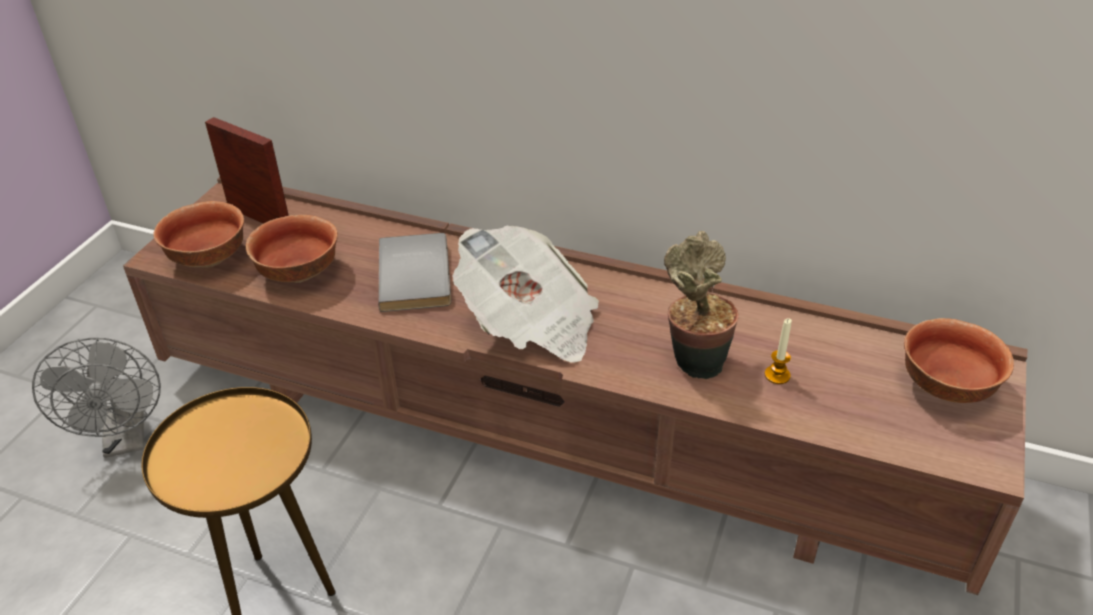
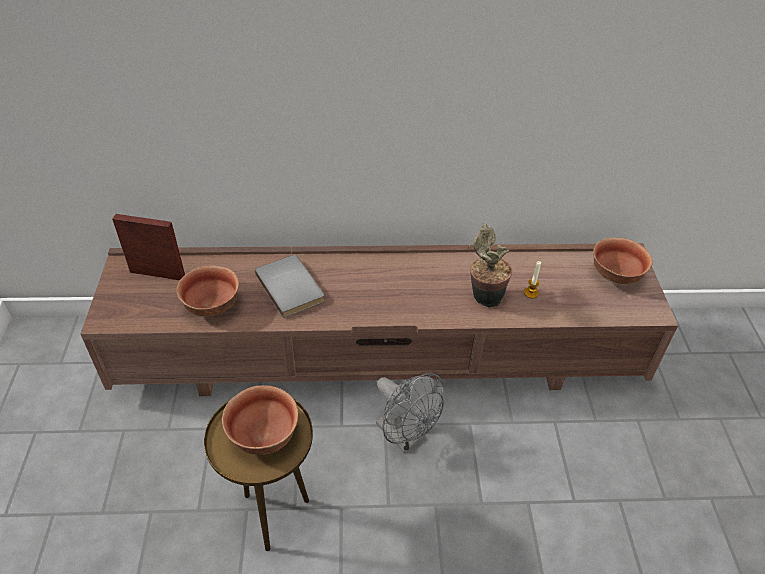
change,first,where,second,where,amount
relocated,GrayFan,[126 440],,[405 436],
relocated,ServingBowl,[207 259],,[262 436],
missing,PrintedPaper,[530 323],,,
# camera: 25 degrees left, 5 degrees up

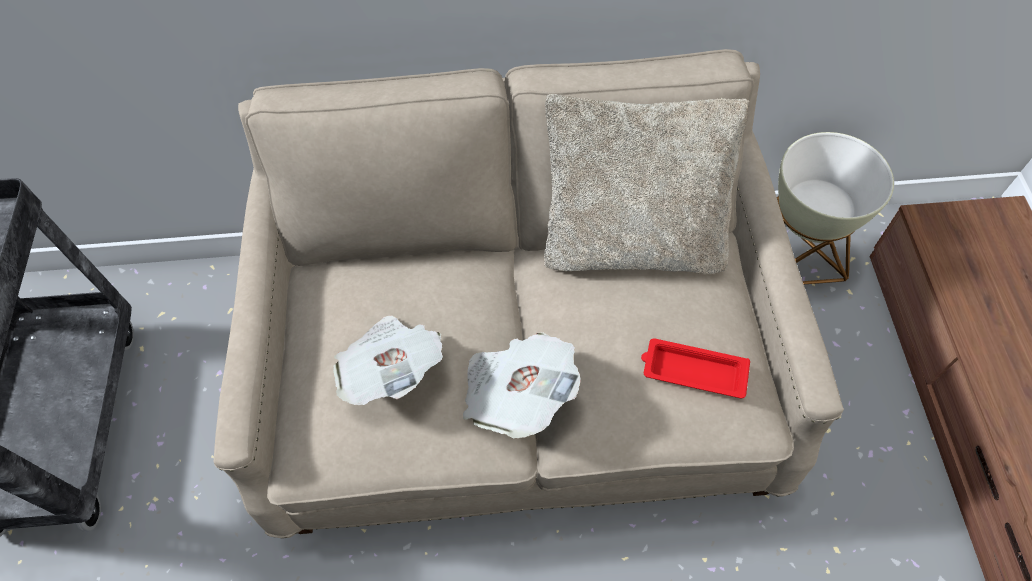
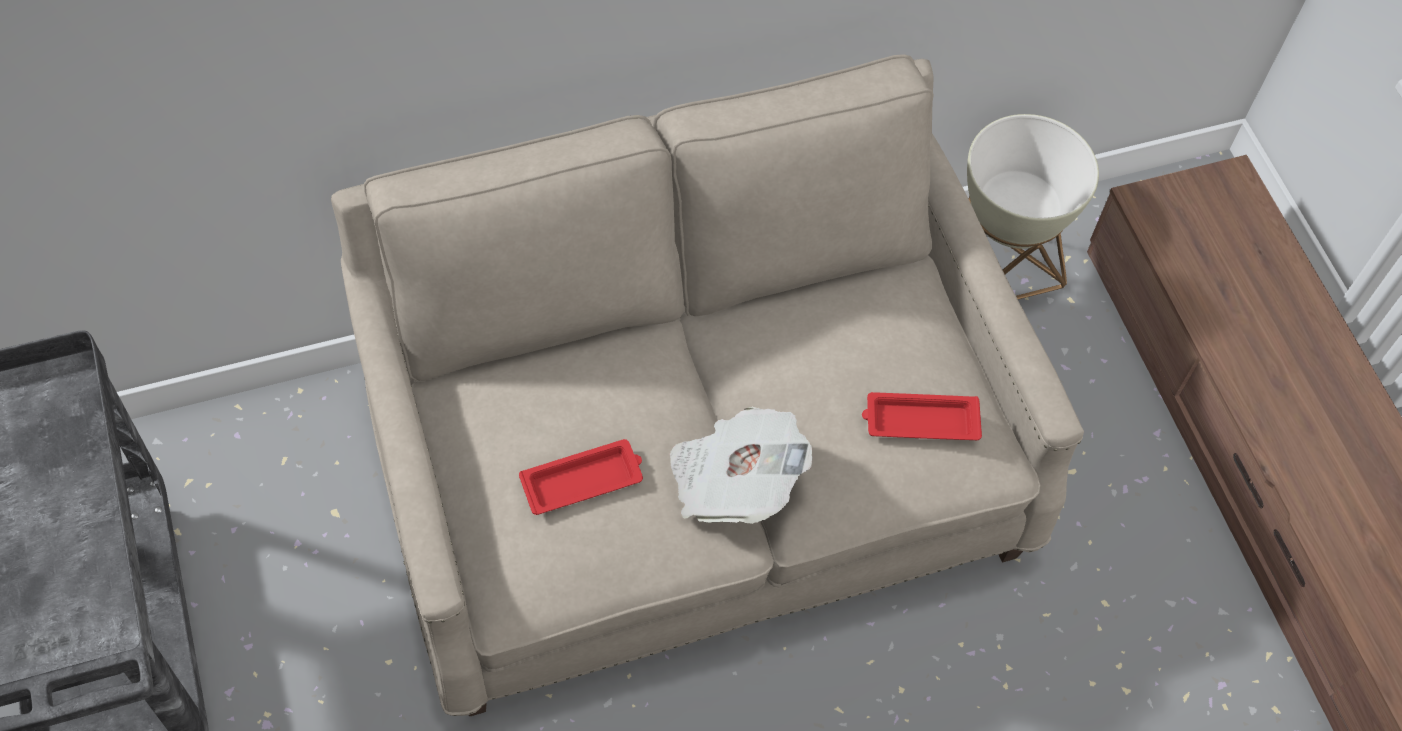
change,first,where,second,where,amount
exchanged,PrintedPaper,[391 369],RedColouredCarryingTray,[584 480],
missing,SandColouredThrowPillow,[633 238],,,
# camera: 20 degrees left, 0 degrees up

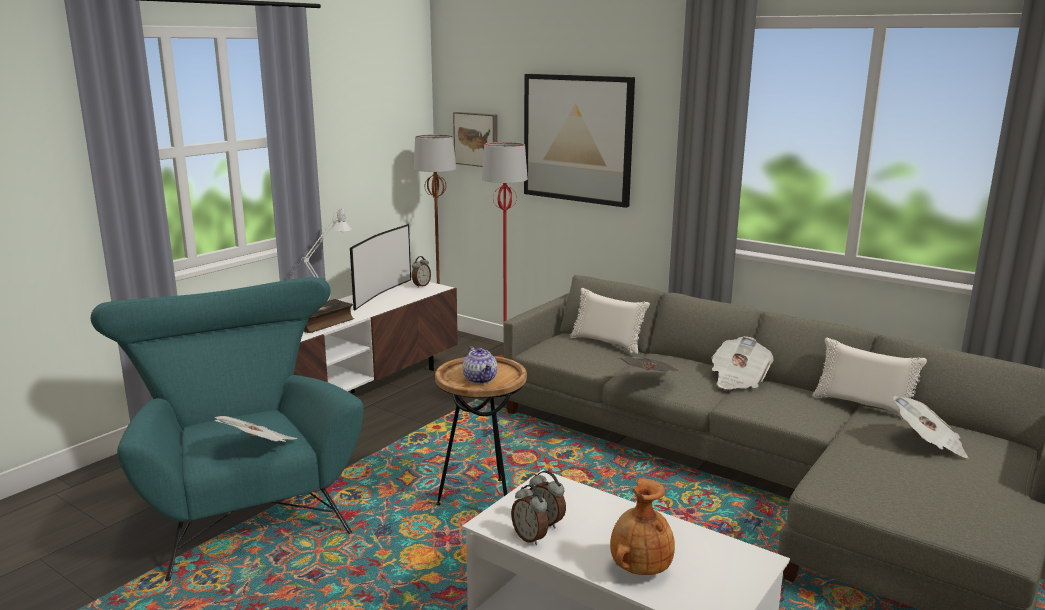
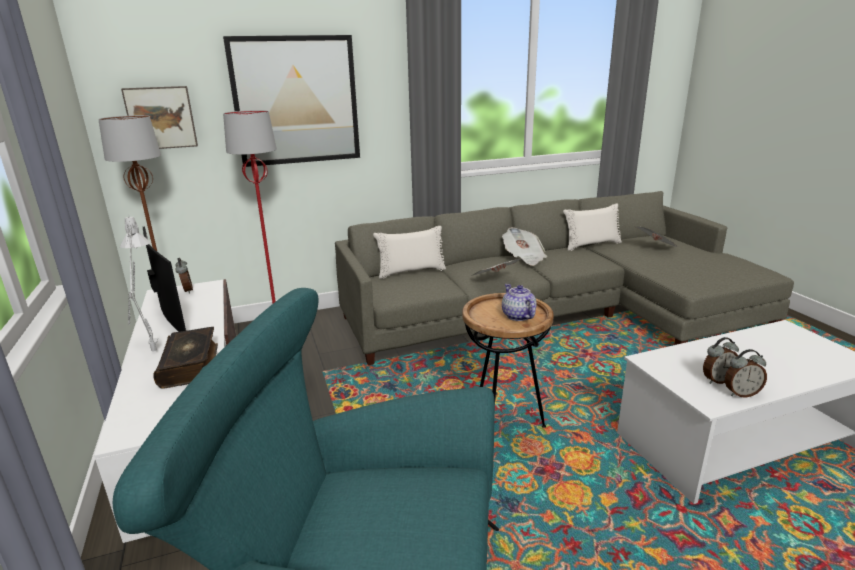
change,first,where,second,where,amount
missing,PrintedPaper,[258 447],,,
spun,Teapot,[480 379],,[517 316],120 degrees counterclockwise
missing,BrownDecorativeVase,[639 568],,,
# camera: 55 degrees left, 5 degrees up

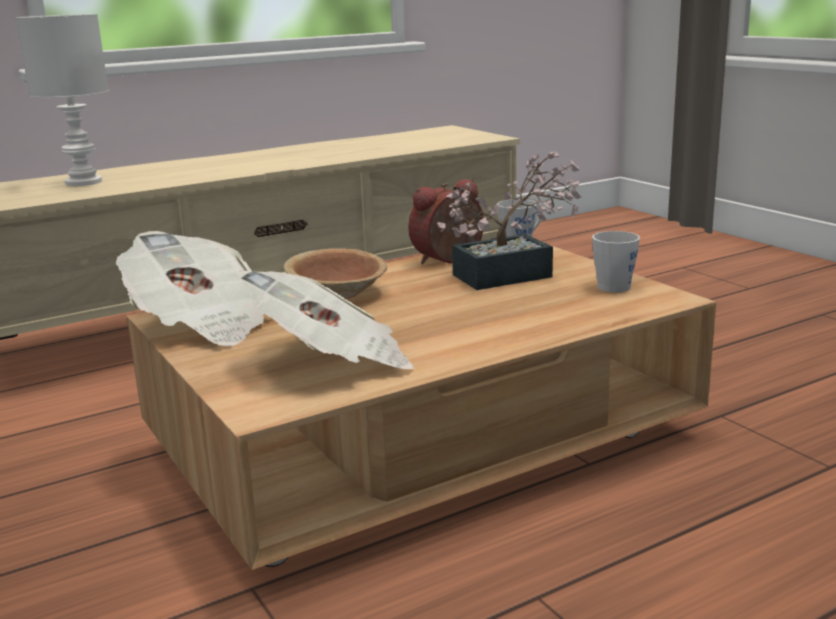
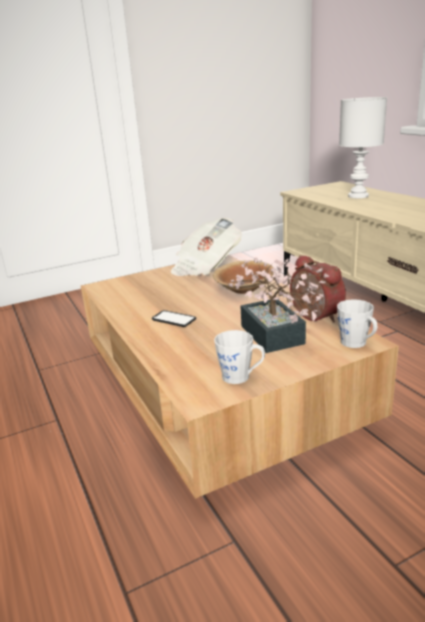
change,first,where,second,where,amount
missing,PrintedPaper,[333 361],,,
appeared,,,Telephone,[173 319],
# camera: 95 degrees right, 5 degrees up

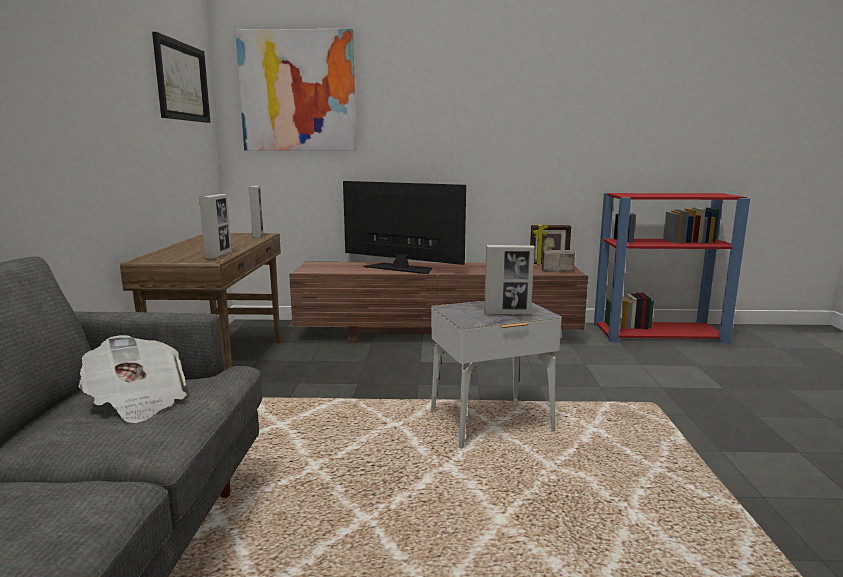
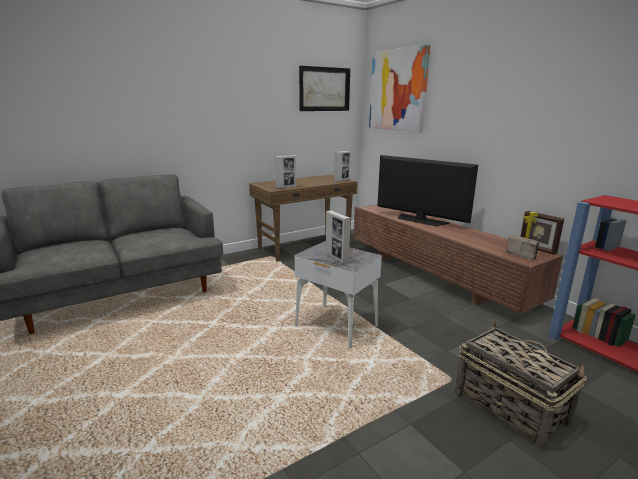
change,first,where,second,where,amount
missing,PrintedPaper,[137 401],,,
spun,Tv,[400 268],,[420 220],135 degrees clockwise
appeared,,,StorageBasket,[508 407],
# camera: 55 degrees right, 5 degrees up

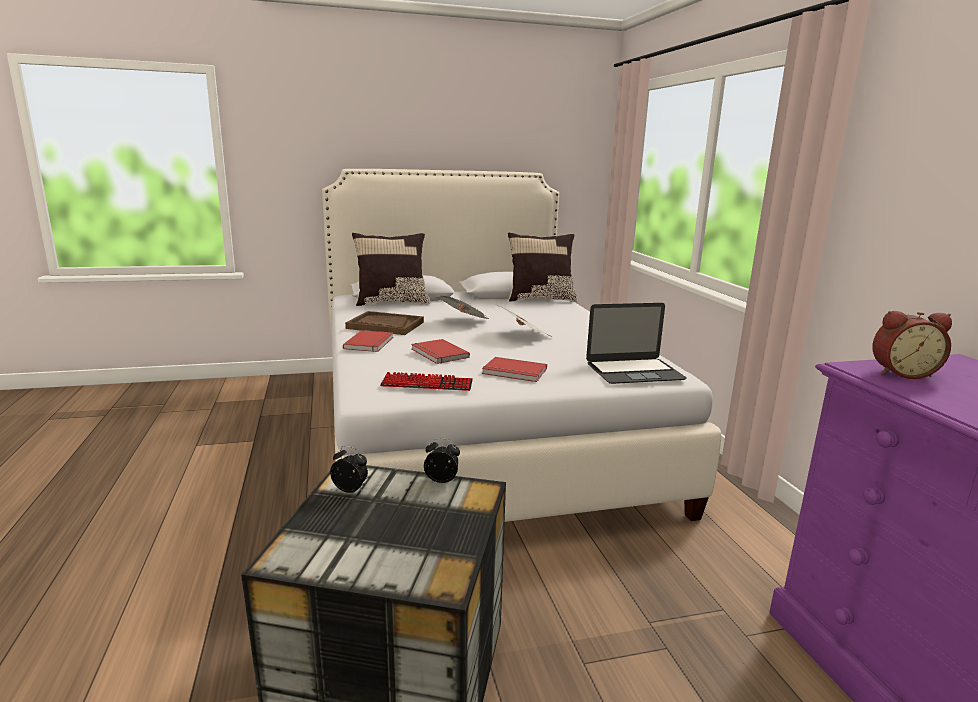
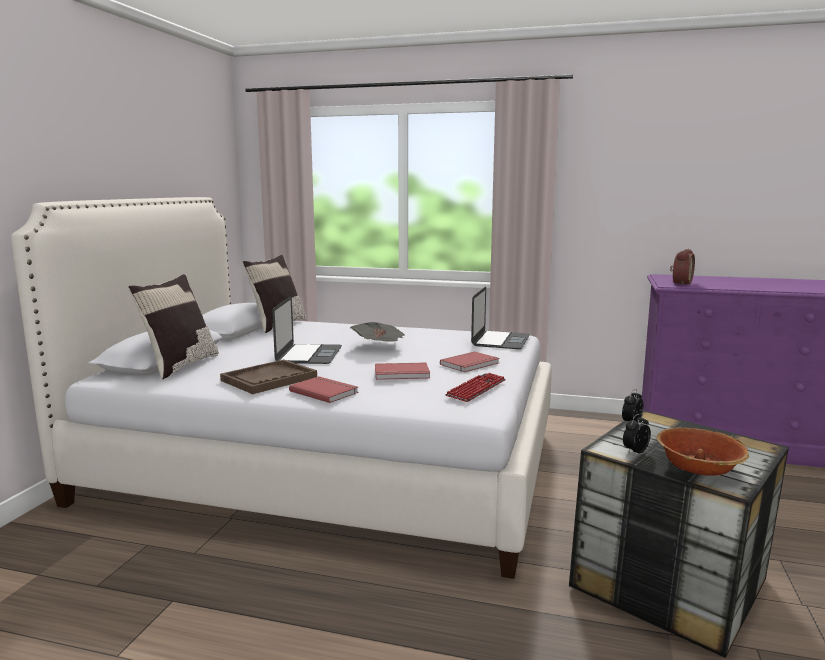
change,first,where,second,where,amount
exchanged,PrintedPaper,[464 322],PortableComputer,[309 354],
appeared,,,ServingBowl,[699 467],
# camera: 60 degrees left, 5 degrees down

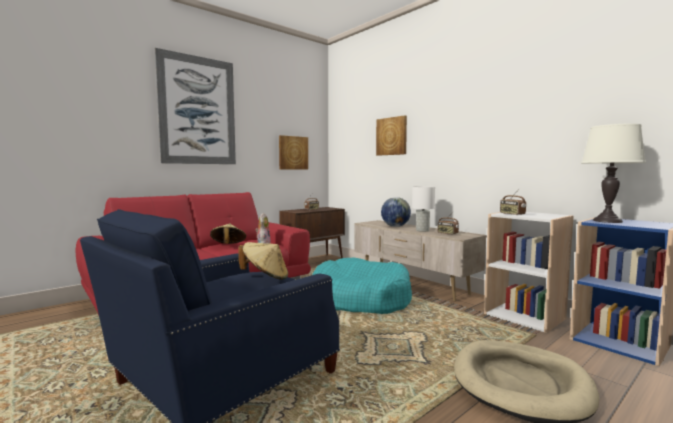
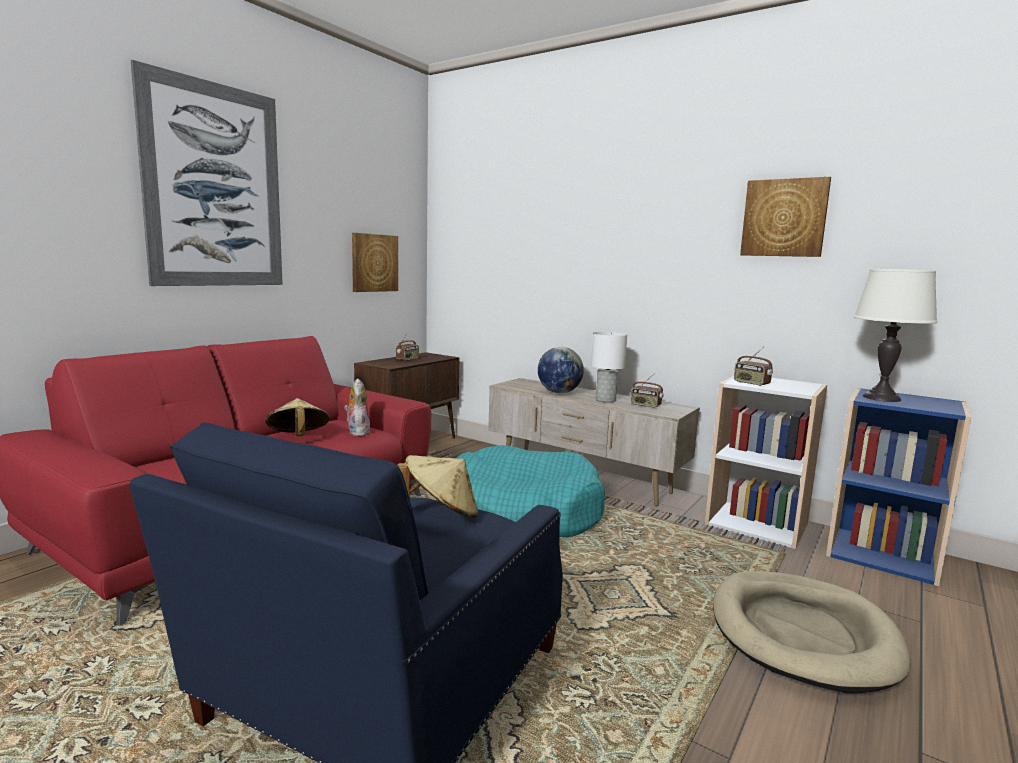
change,first,where,second,where,amount
relocated,WallArt,[391 136],,[784 218],
# camera: 15 degrees left, 5 degrees up

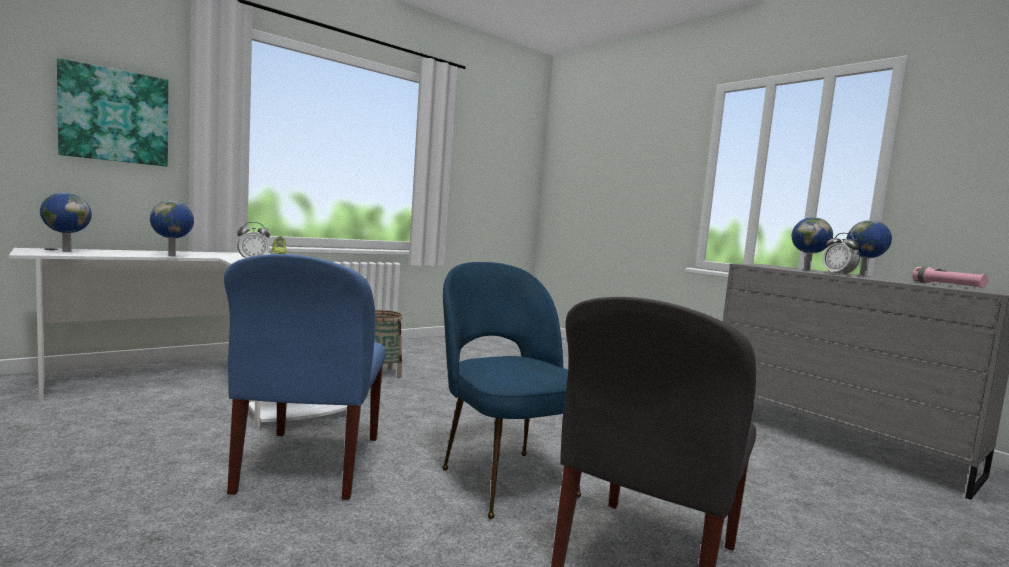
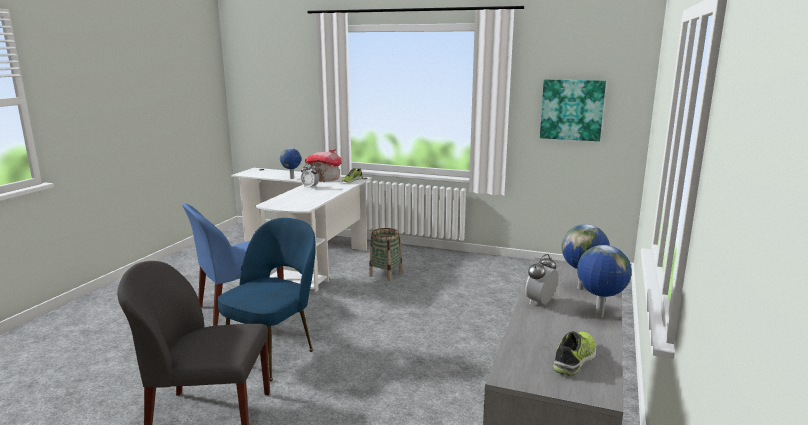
change,first,where,second,where,amount
missing,DeskGlobe,[66 251],,,
relocated,WallArt,[115 116],,[572 109],
exchanged,PinkishHandTorch,[947 285],Shoe,[575 359],
appeared,,,ModelHouse,[325 179],
# camera: 60 degrees right, 10 degrees up

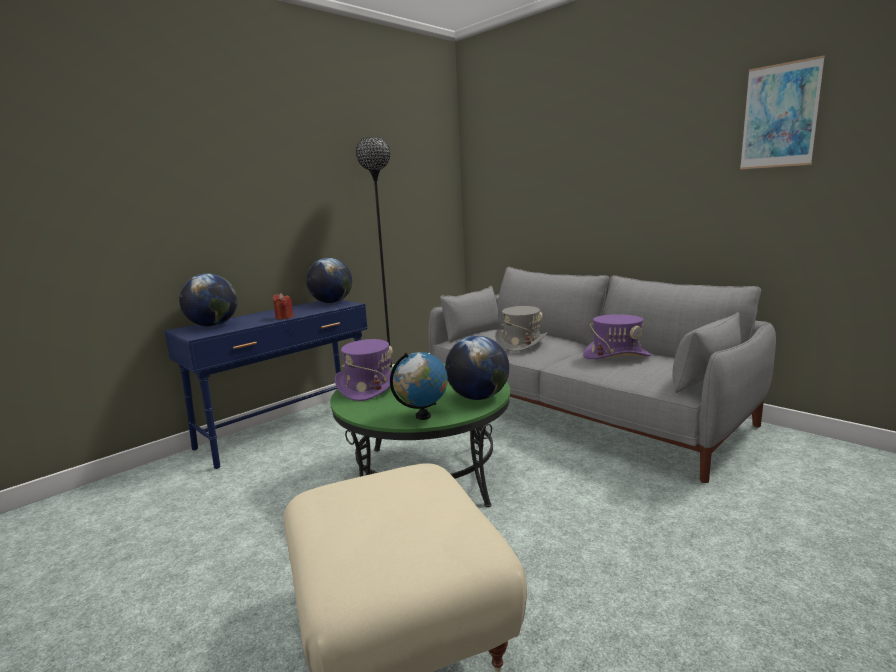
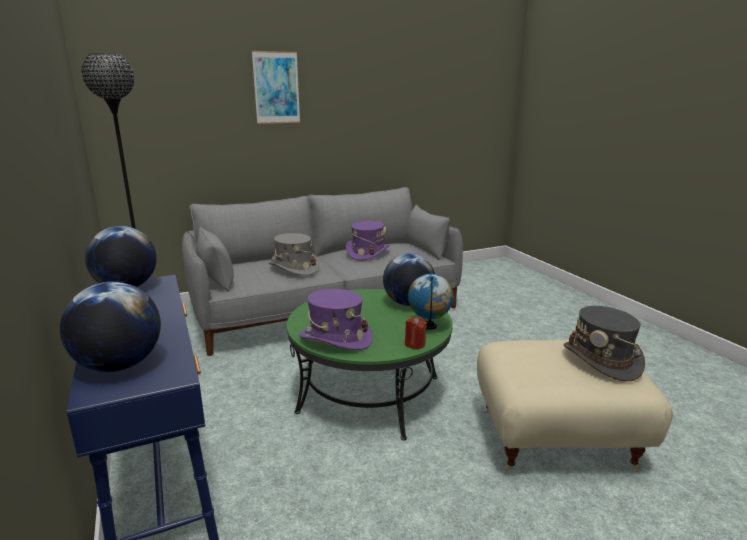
change,first,where,second,where,amount
relocated,RedColouredWaxLight,[284 317],,[415 344],
relocated,WallArt,[779 116],,[276 88],
appeared,,,GrayClothingHat,[602 360],
# camera: 70 degrees left, 5 degrees up

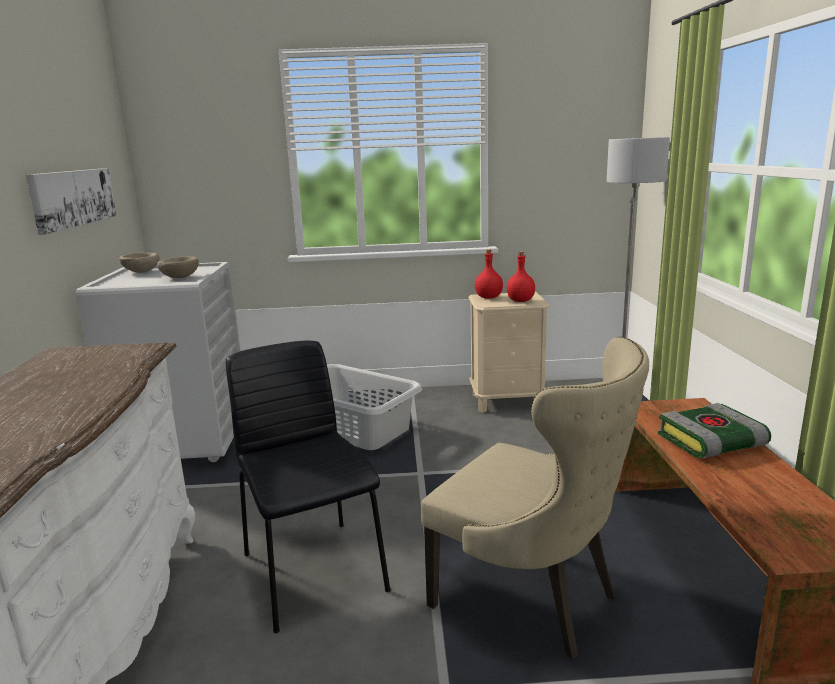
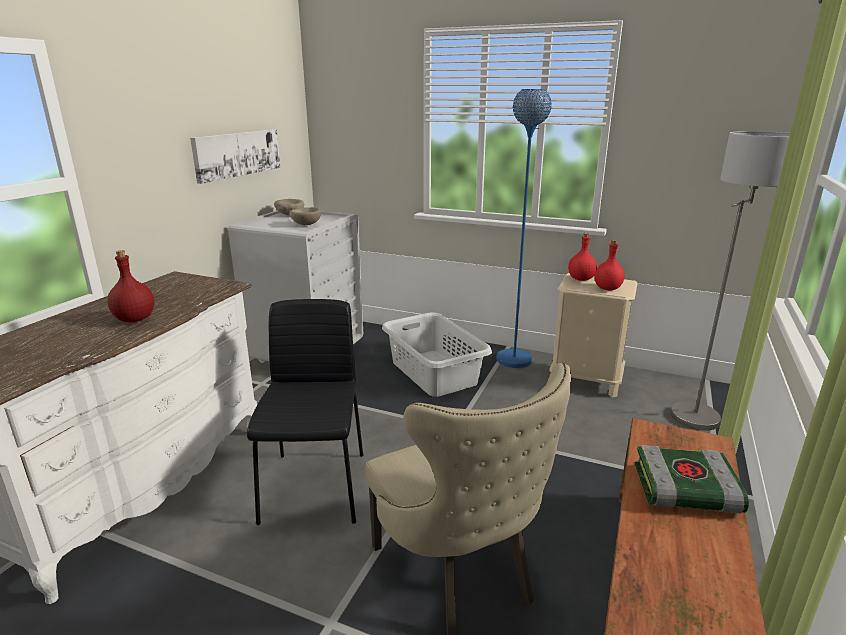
change,first,where,second,where,amount
appeared,,,RedColouredBottle,[135 319],
appeared,,,BluishStandingLamp,[514 359],
# camera: 25 degrees right, 5 degrees up

